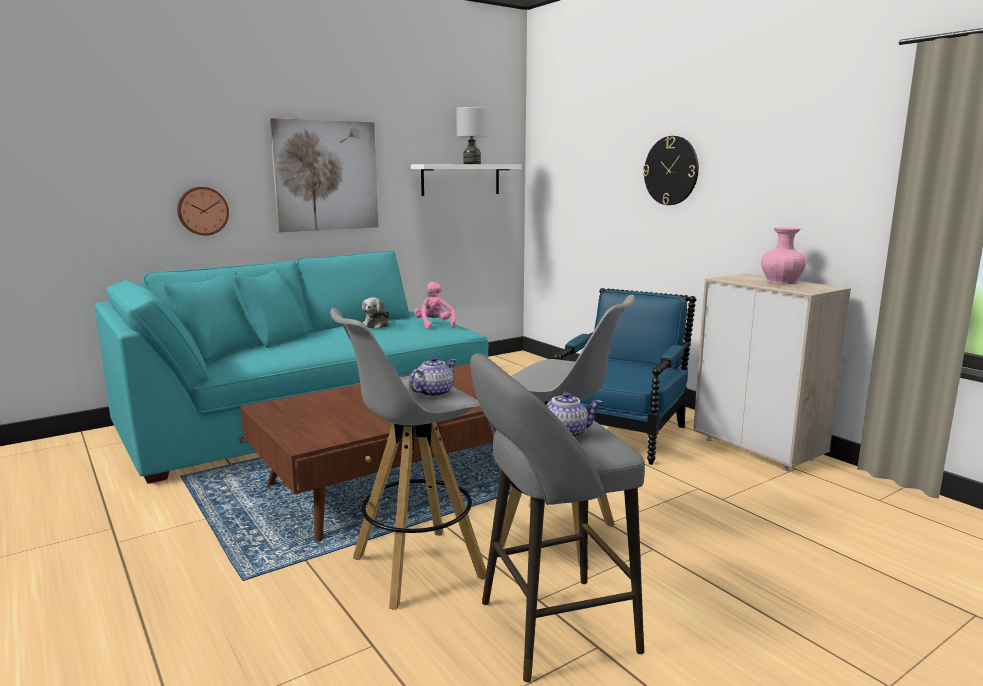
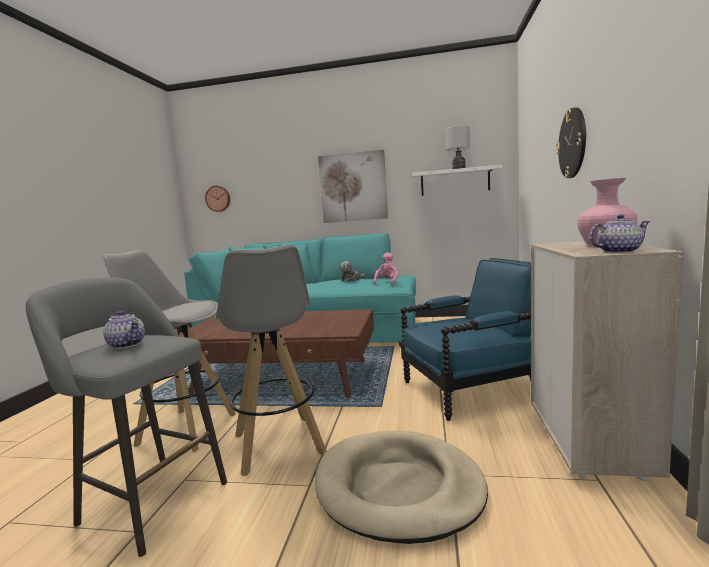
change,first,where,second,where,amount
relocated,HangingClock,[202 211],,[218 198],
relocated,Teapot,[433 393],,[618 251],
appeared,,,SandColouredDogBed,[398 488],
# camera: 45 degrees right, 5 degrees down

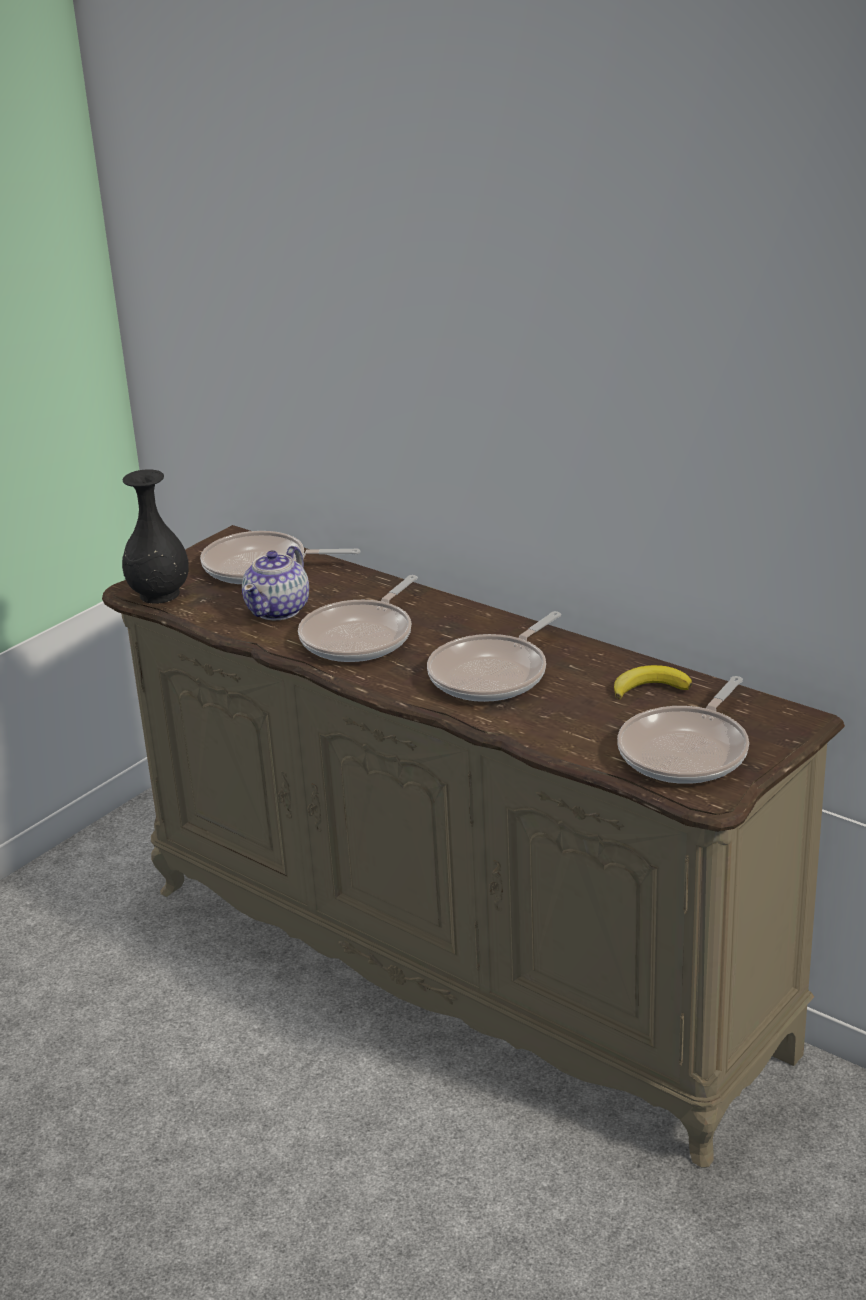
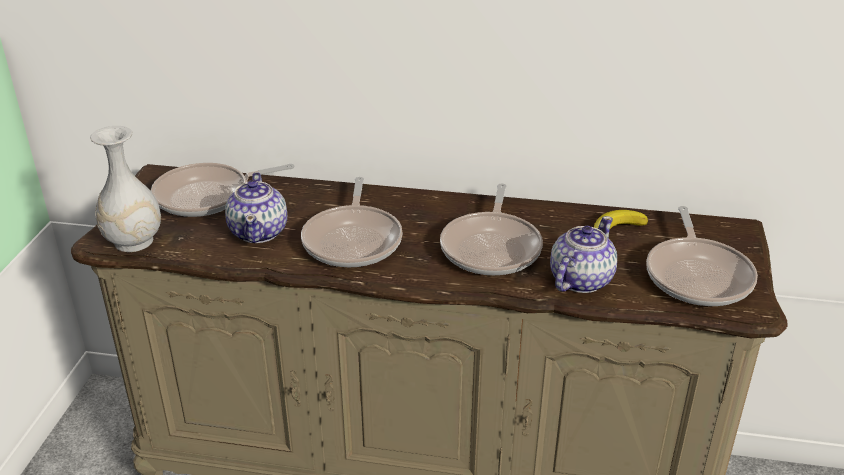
change,first,where,second,where,amount
colour,BlackDecorativeVase,[159 594],WhitishDecorativeVase,[133 241],
appeared,,,Teapot,[579 280],
# camera: 30 degrees left, 5 degrees up

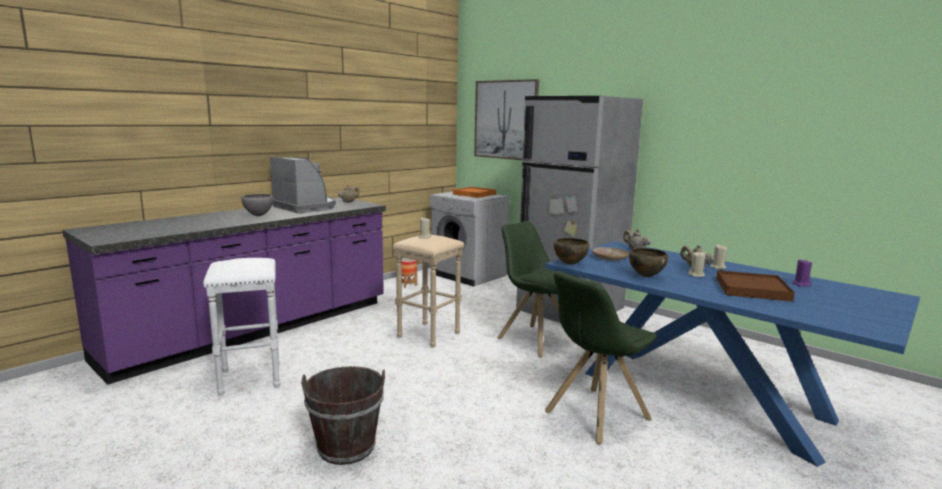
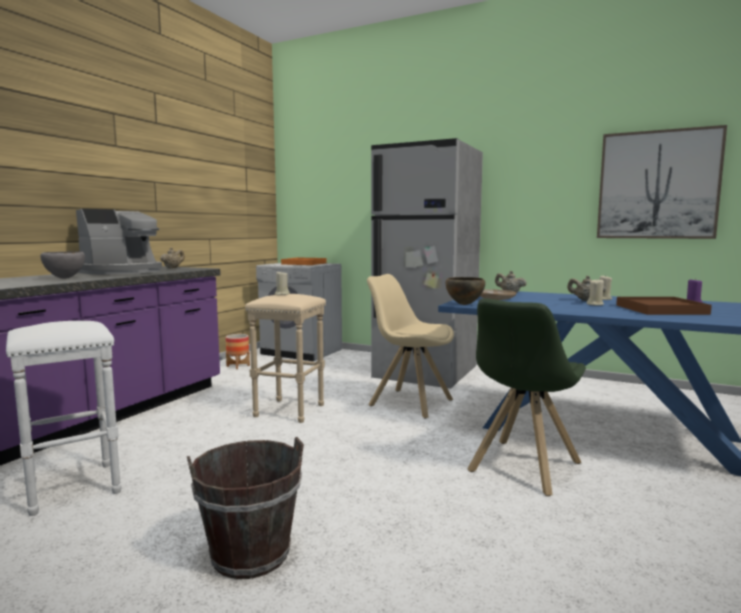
change,first,where,second,where,amount
spun,CoffeeMaker,[306 207],,[122 272],105 degrees clockwise
relocated,WallArt,[506 120],,[657 185],
colour,GreenishChair,[535 340],SandColouredChair,[410 402],
missing,BrownServingBowl,[645 276],,,
# camera: 15 degrees left, 5 degrees down

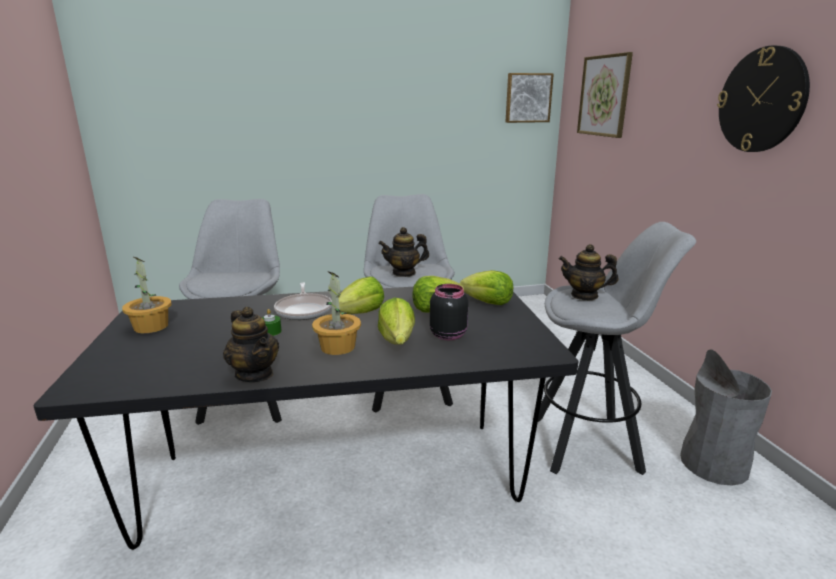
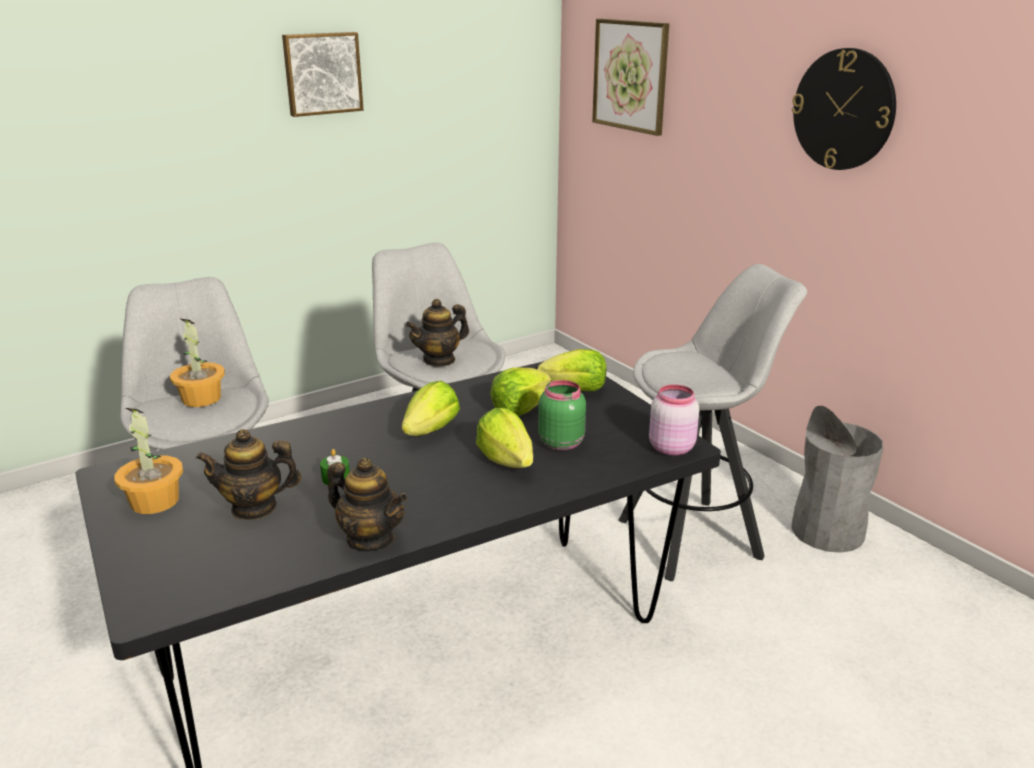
change,first,where,second,where,amount
missing,FryingPan,[304 310],,,
relocated,PottedPlant,[337 347],,[201 399],
colour,BlackJar,[448 335],GreenishJar,[561 442],
relocated,WallArt,[528 98],,[322 73],
relocated,Teapot,[584 295],,[254 508],
appeared,,,PinkishJar,[670 447],
# camera: 20 degrees left, 5 degrees up

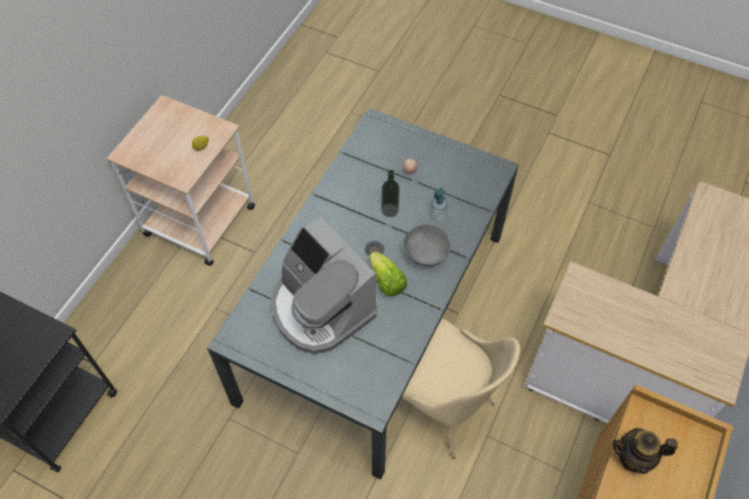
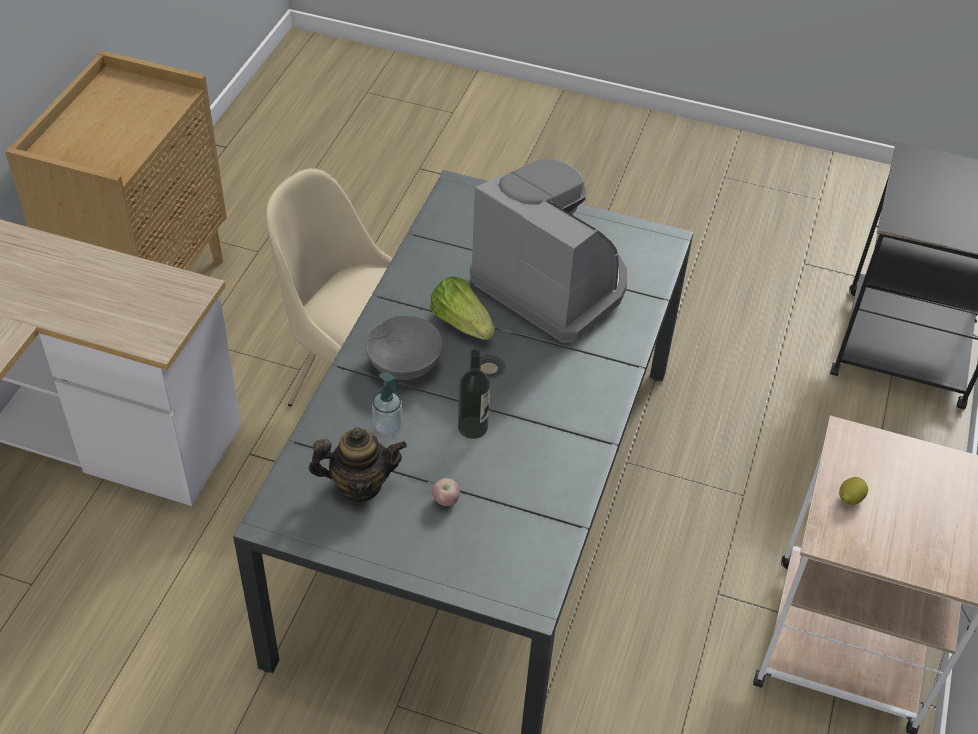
change,first,where,second,where,amount
relocated,Teapot,[634 458],,[359 485],
# camera: 170 degrees right, 10 degrees down

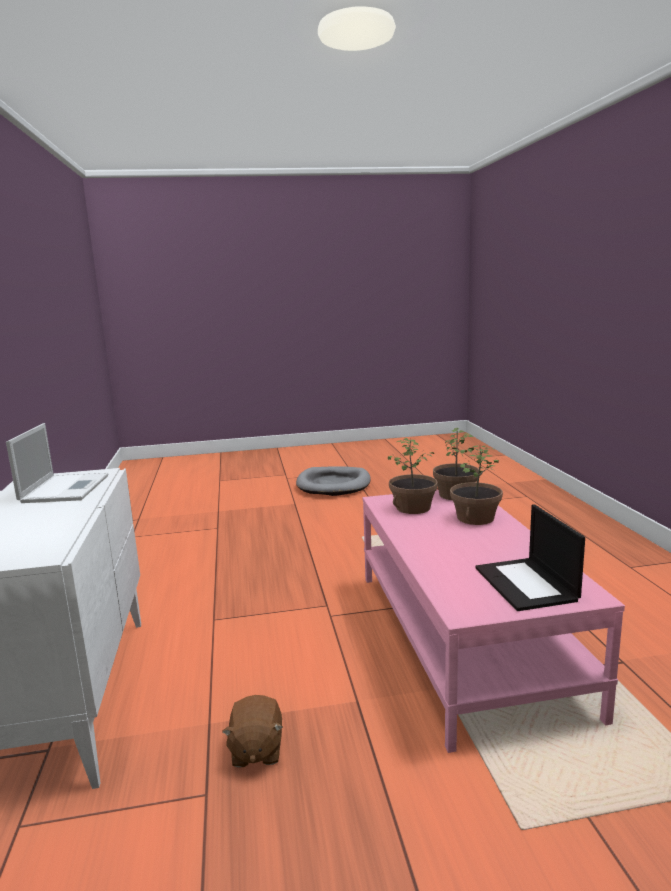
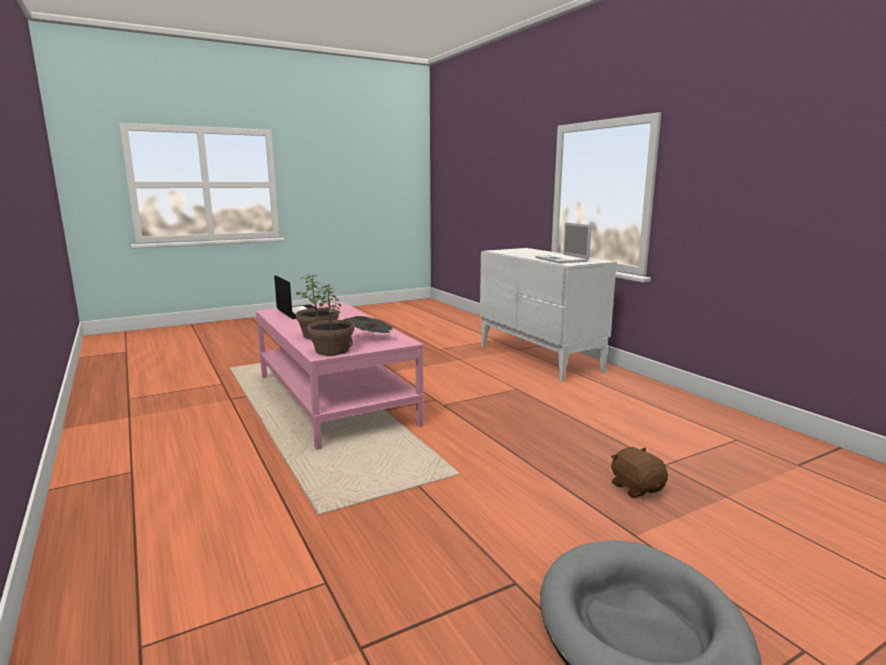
change,first,where,second,where,amount
relocated,BrownCuddlyToy,[256 750],,[636 488],
exchanged,PottedPlant,[413 508],PrintedPaper,[371 338],
# camera: 160 degrees right, 0 degrees up

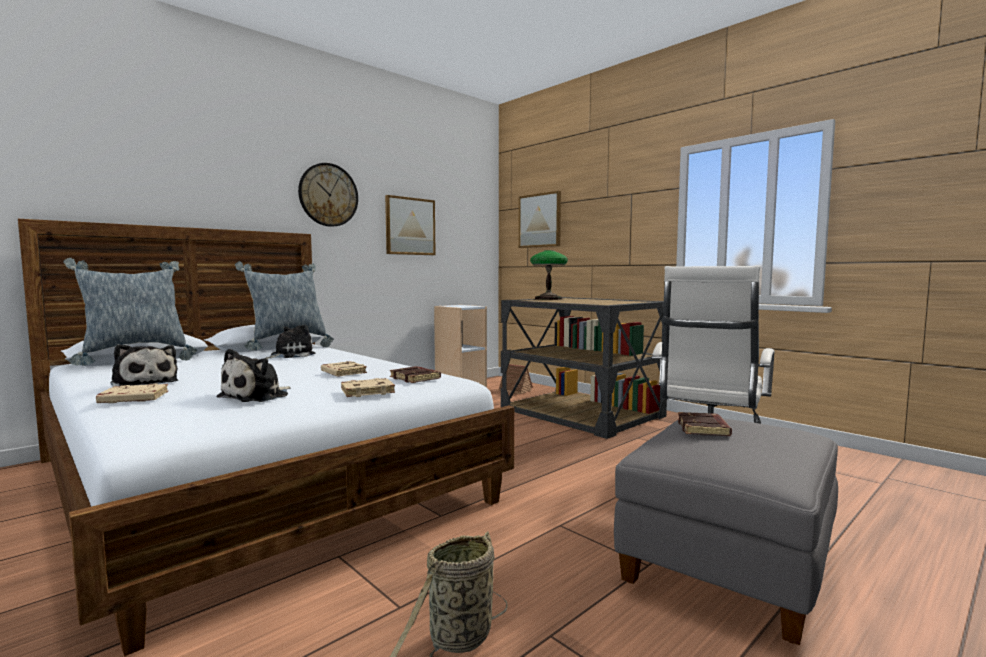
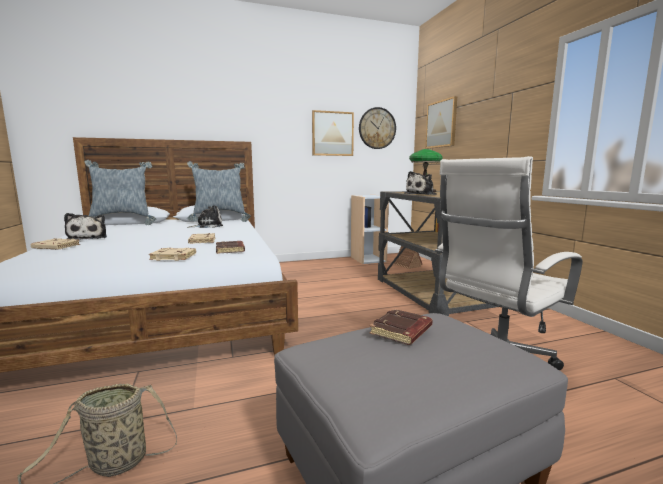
change,first,where,second,where,amount
relocated,CuddlyToy,[257 396],,[422 194],
relocated,HangingClock,[328 195],,[377 128],
# camera: 25 degrees right, 5 degrees up

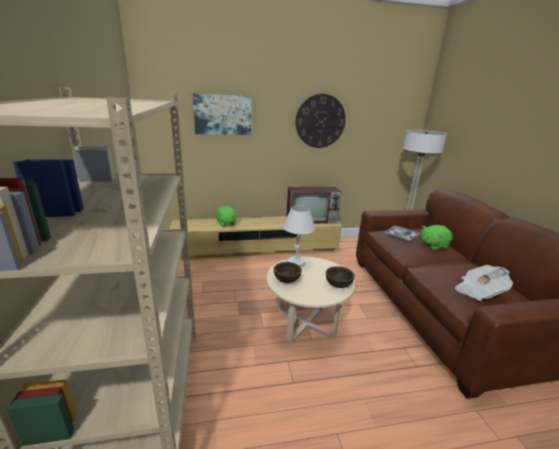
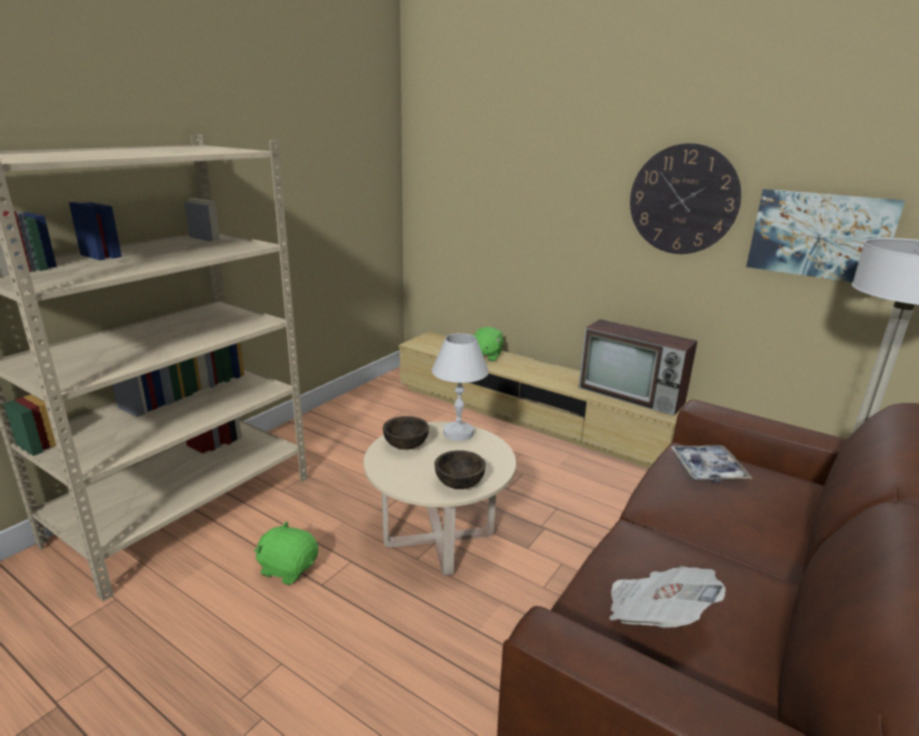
change,first,where,second,where,amount
relocated,WallArt,[223 114],,[820 235],
relocated,GreenishCuddlyToy,[433 245],,[288 568],
# camera: 45 degrees right, 0 degrees up

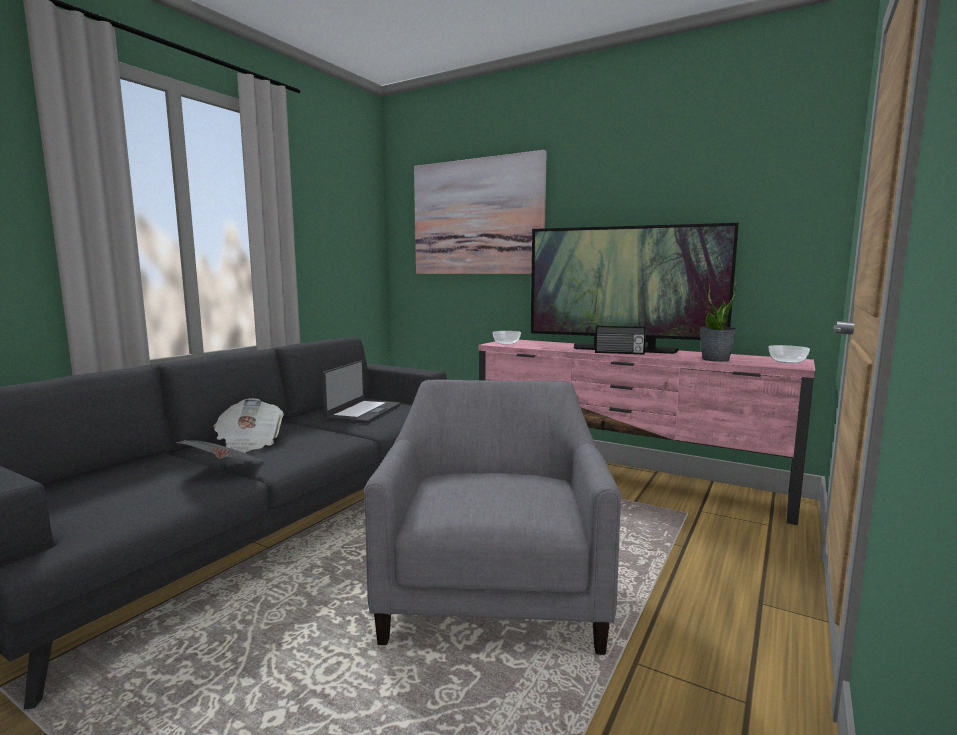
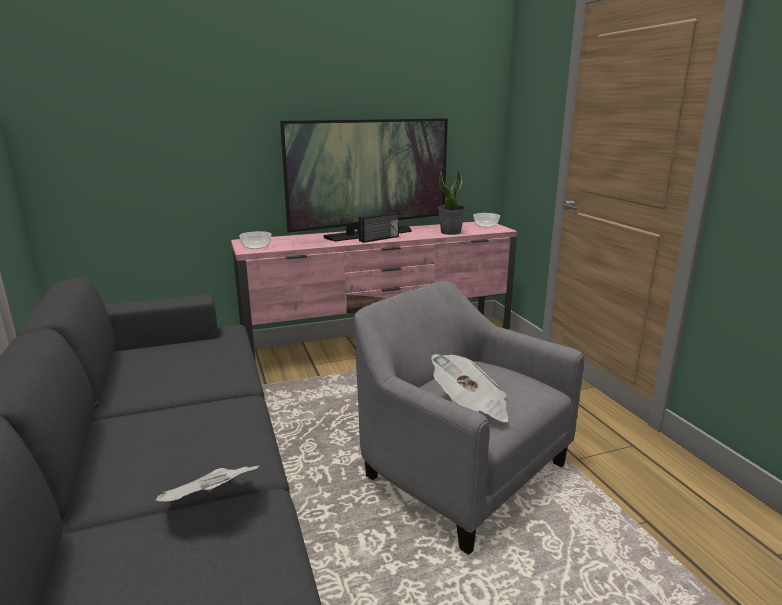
change,first,where,second,where,amount
relocated,PrintedPaper,[249 443],,[470 406],
missing,PortableComputer,[363 412],,,
missing,WallArt,[477 217],,,
# camera: 50 degrees left, 10 degrees up

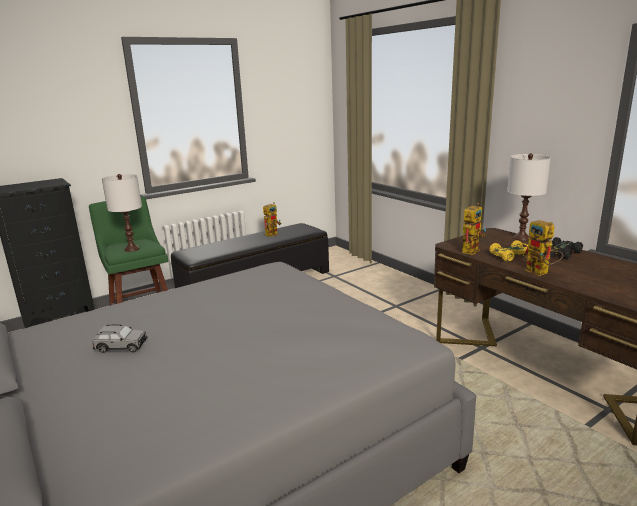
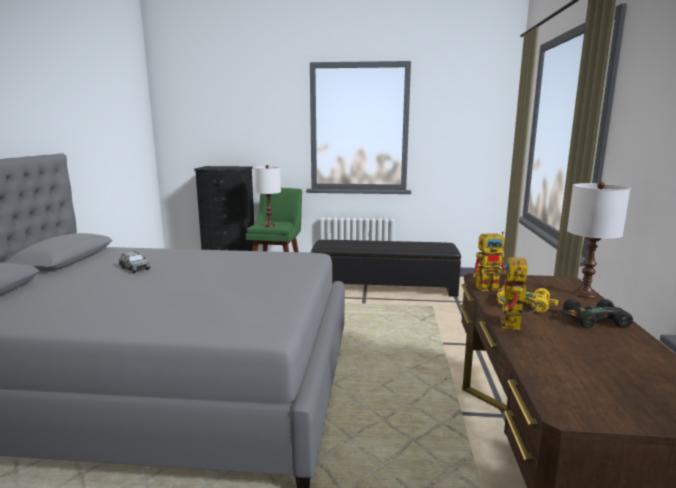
change,first,where,second,where,amount
missing,ToyRobot,[273 234],,,
# camera: 40 degrees right, 5 degrees down

